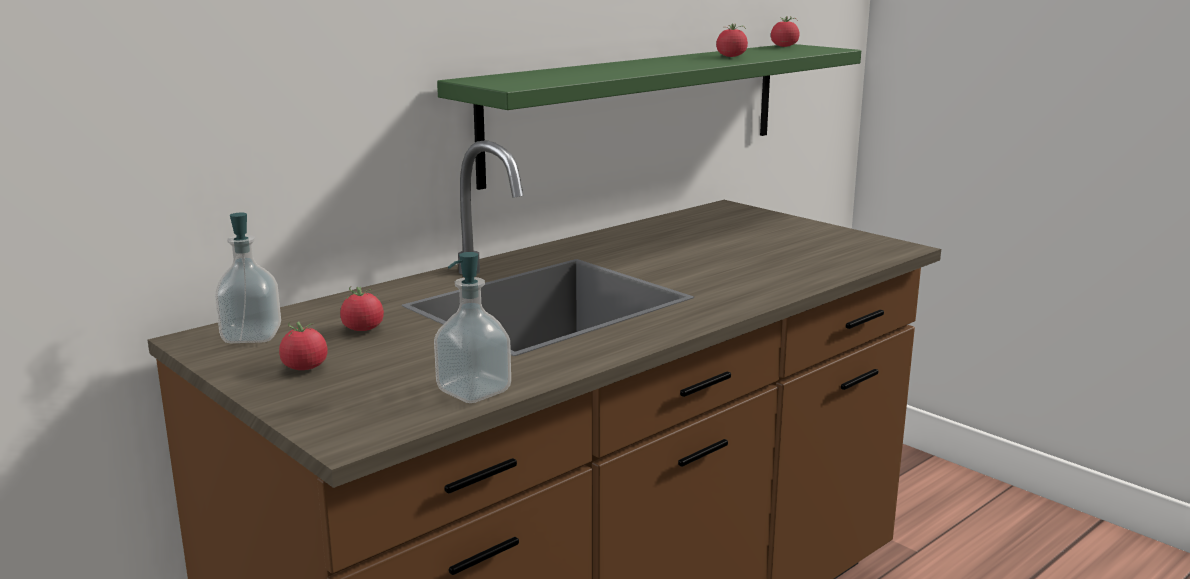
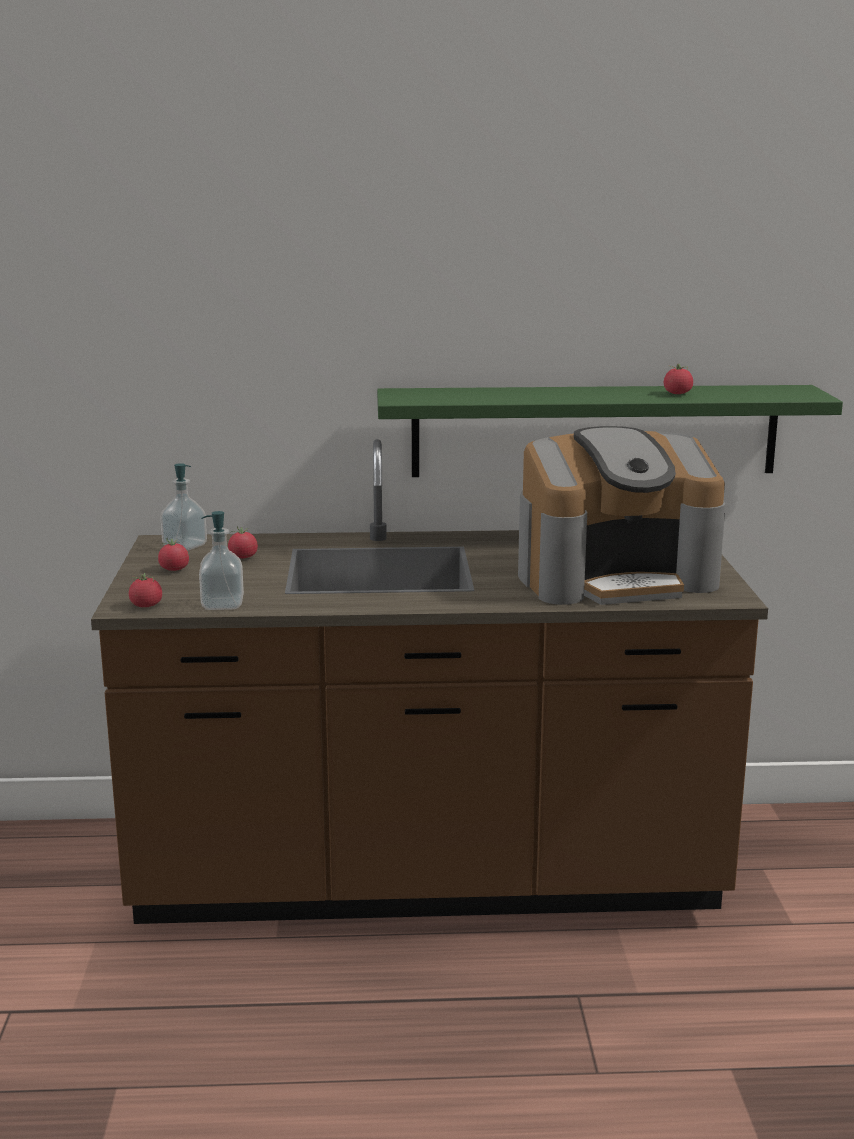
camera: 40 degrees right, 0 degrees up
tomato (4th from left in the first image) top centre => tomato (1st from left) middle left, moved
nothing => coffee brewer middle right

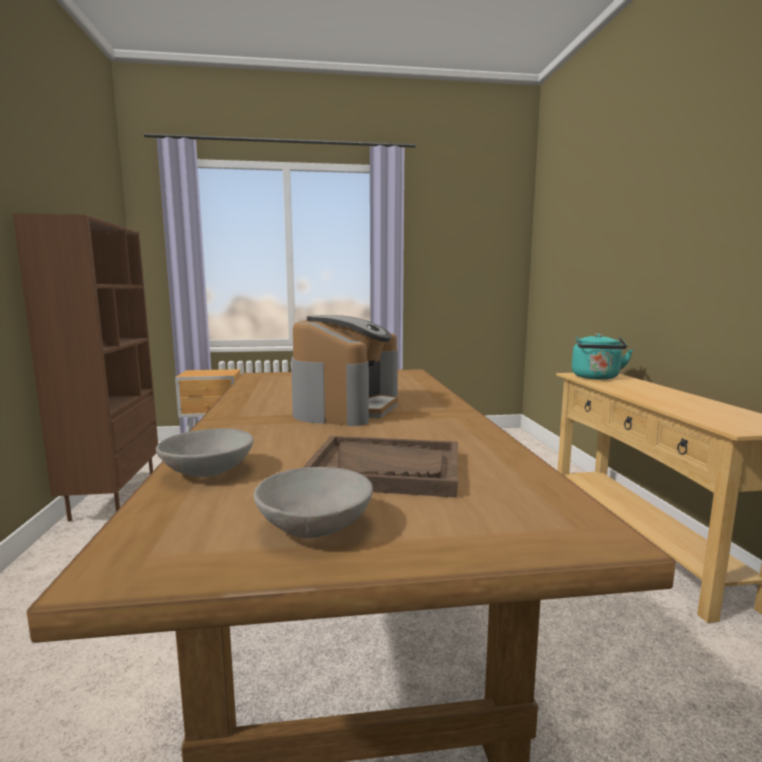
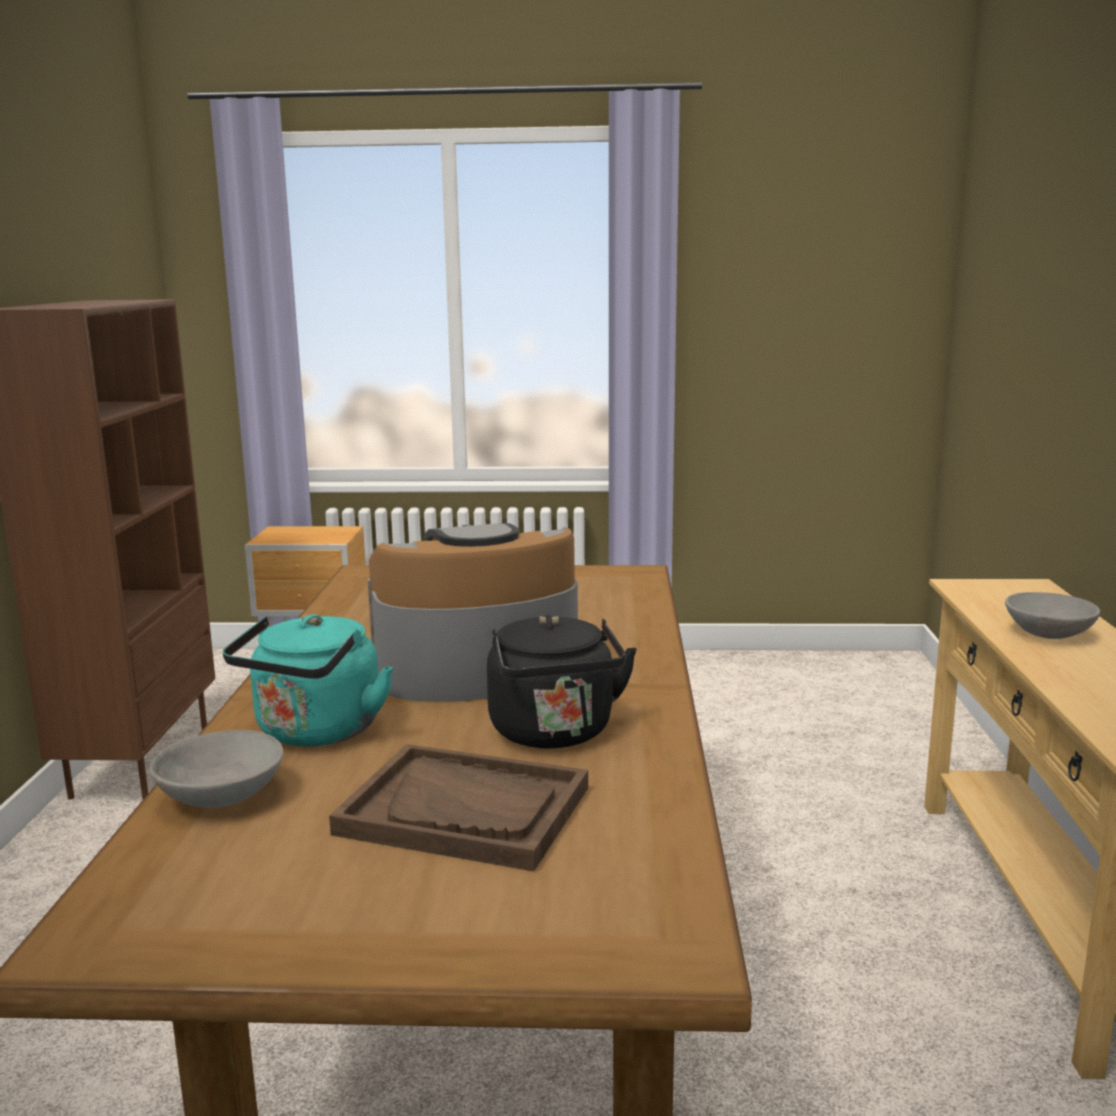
camera: 10 degrees right, 5 degrees up
water kettle in blue-green middle right => water kettle in blue-green middle left, moved
coffee brewer centre, 135 degrees counterclockwise
nothing => water kettle in black-coloured centre
bowl in grey (2nd from left) centre => bowl in grey (2nd from left) middle right, moved

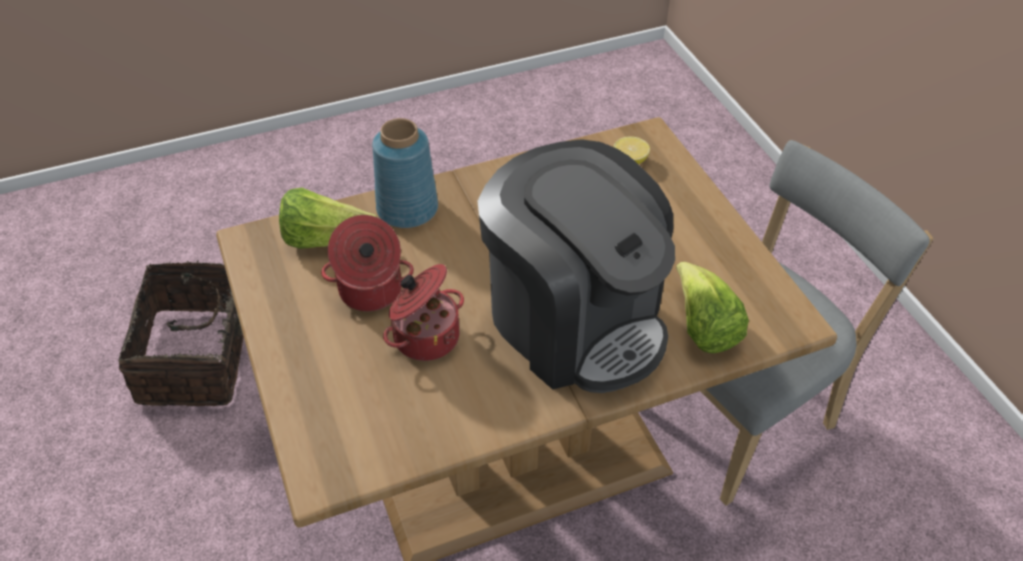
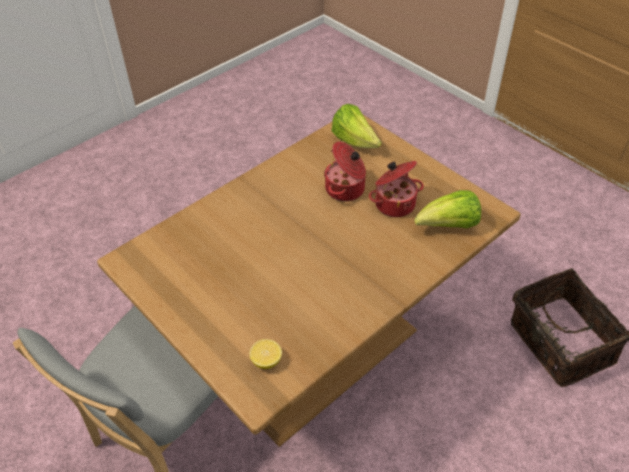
camera: 160 degrees right, 0 degrees up
lettuce head (2nd from left in the first image) middle right => lettuce head (1st from left) top centre, moved
decorative vase in bluish top centre => nothing
coffee brewer centre => nothing

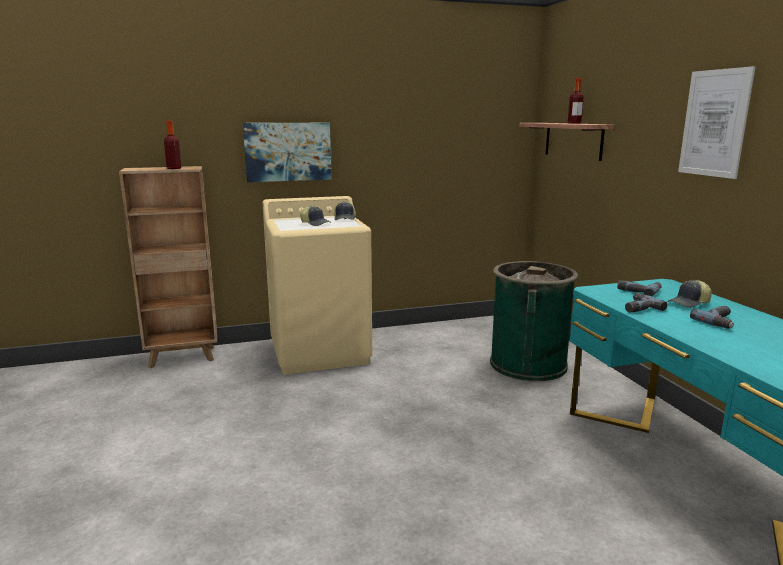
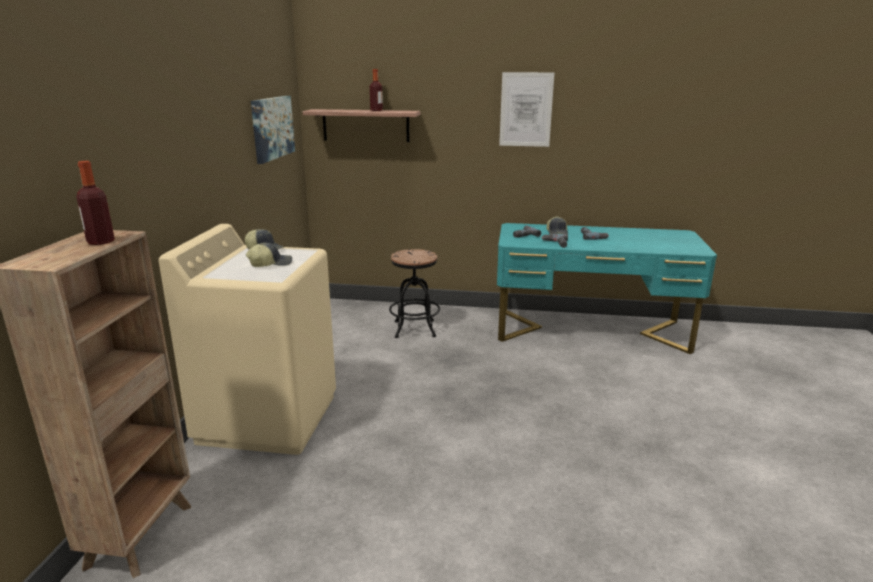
camera: 65 degrees left, 5 degrees up
picture (1st from left) top centre => picture (1st from left) top left, moved
trash can in green middle right => sitting stool in black-coloured centre

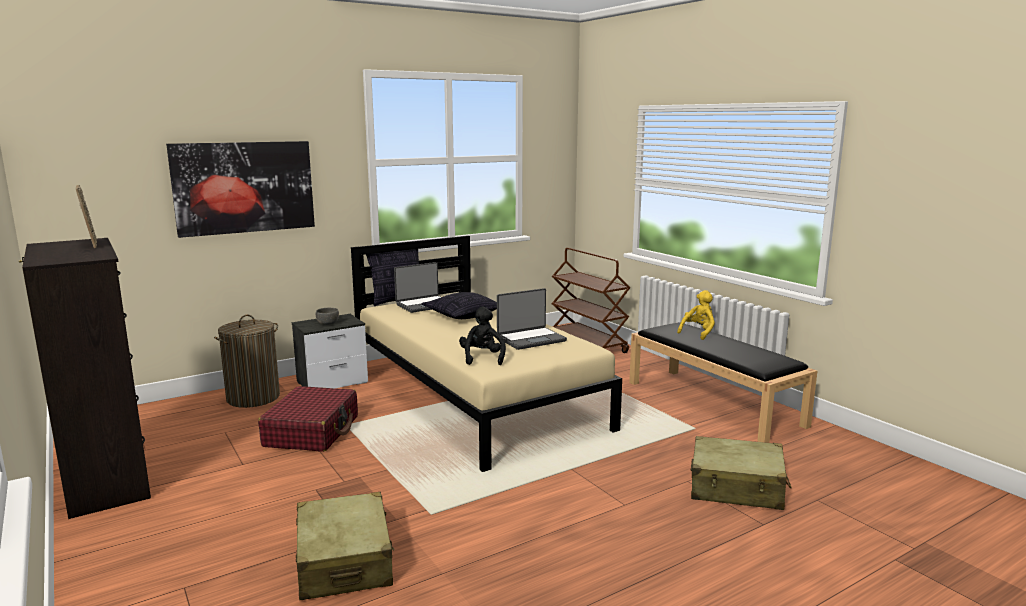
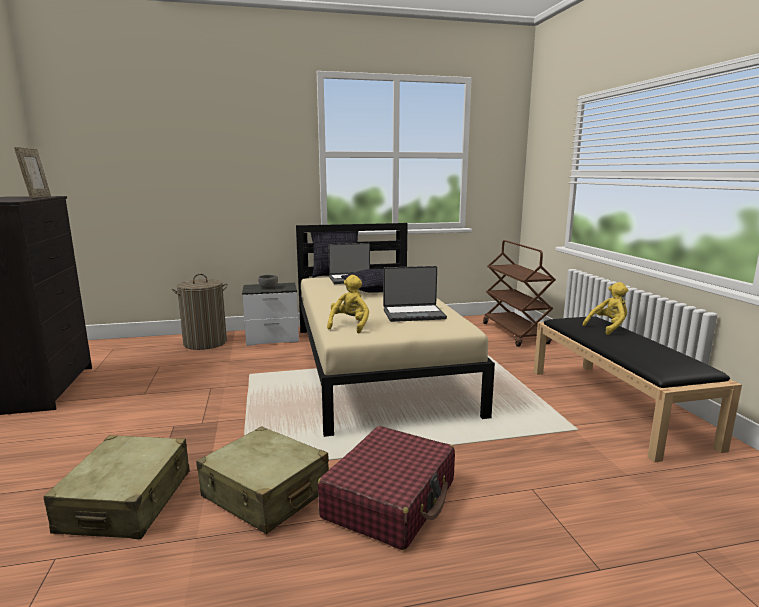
camera: 20 degrees right, 0 degrees up
travel case in beige-coloured (2nd from left) bottom right => travel case in beige-coloured (2nd from left) bottom centre, moved
travel case in red bottom left => travel case in red bottom centre, moved
cuddly toy in black-coloured centre => cuddly toy in yellowish (1st from left) centre
picture top left => nothing

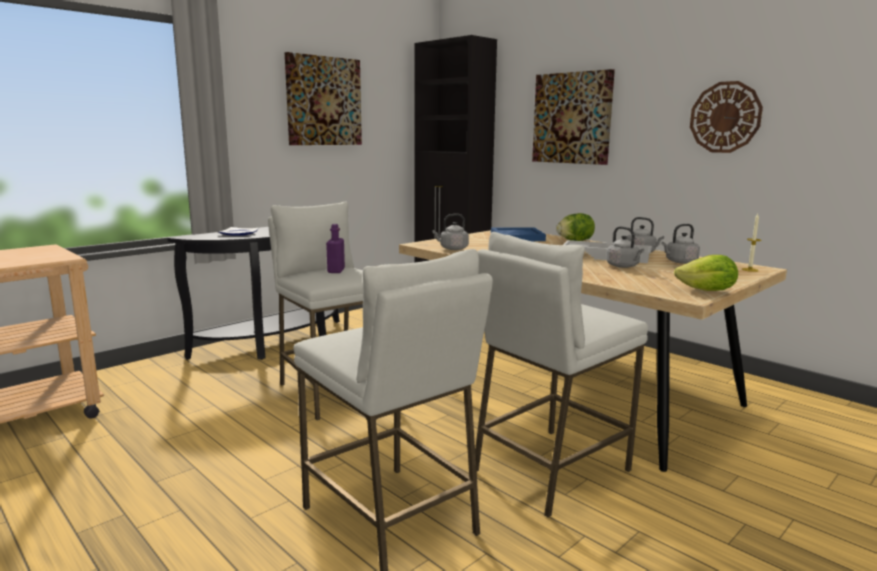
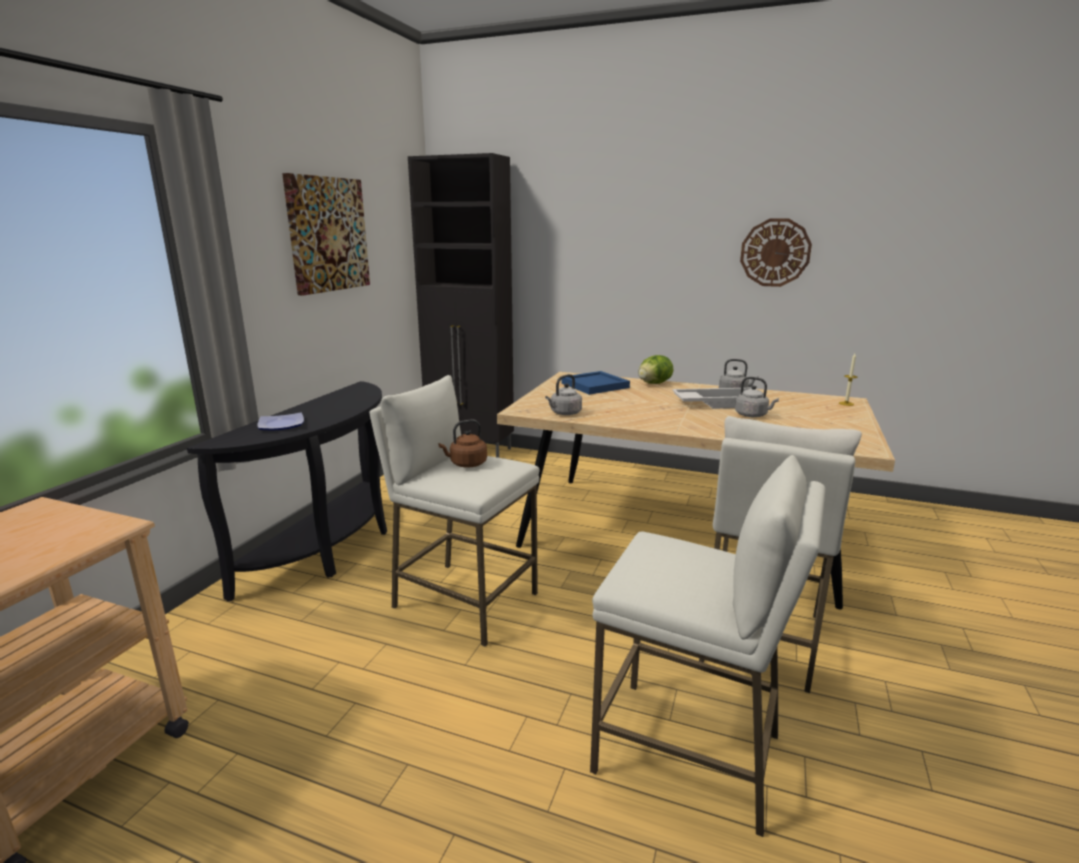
camera: 25 degrees left, 5 degrees up
beverage bottle in purple centre => water kettle in brownish centre
picture (2nd from left) top centre => nothing
water kettle in grey (4th from left) middle right => nothing
lettuce head (2nd from left) middle right => nothing

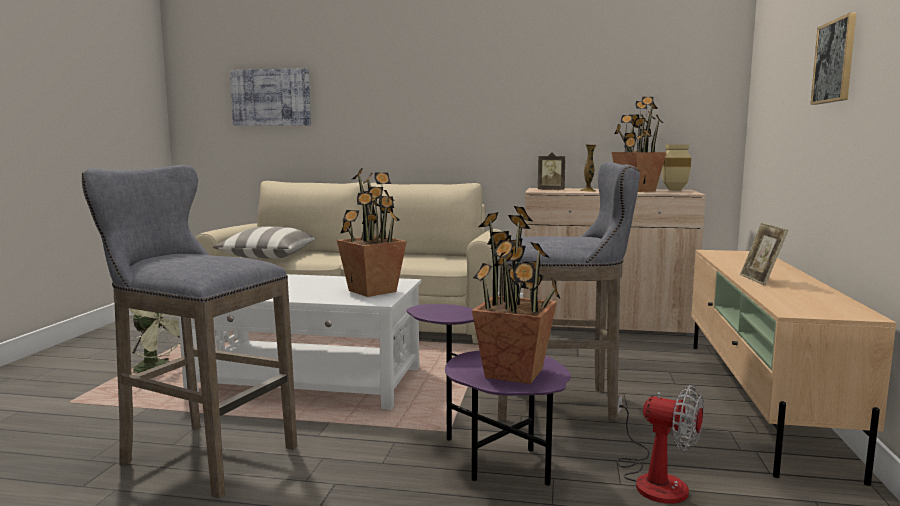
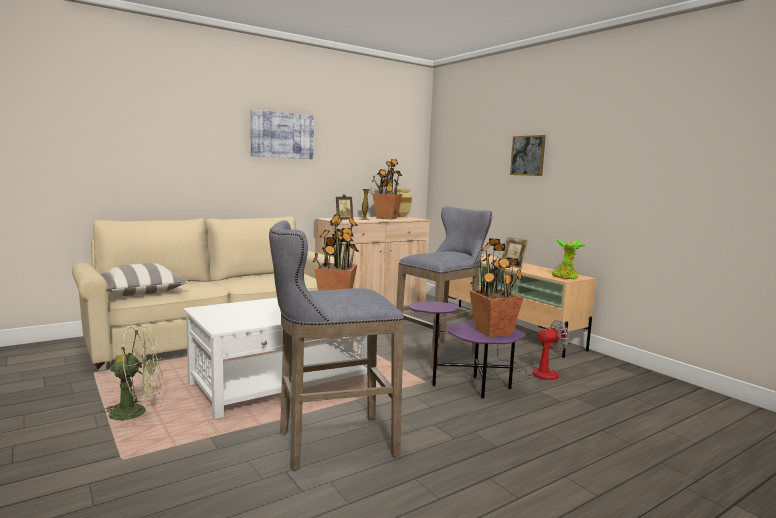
camera: 45 degrees left, 0 degrees up
picture (1st from left) top left => picture (1st from left) top centre, moved
nothing => potted plant (4th from left) middle right

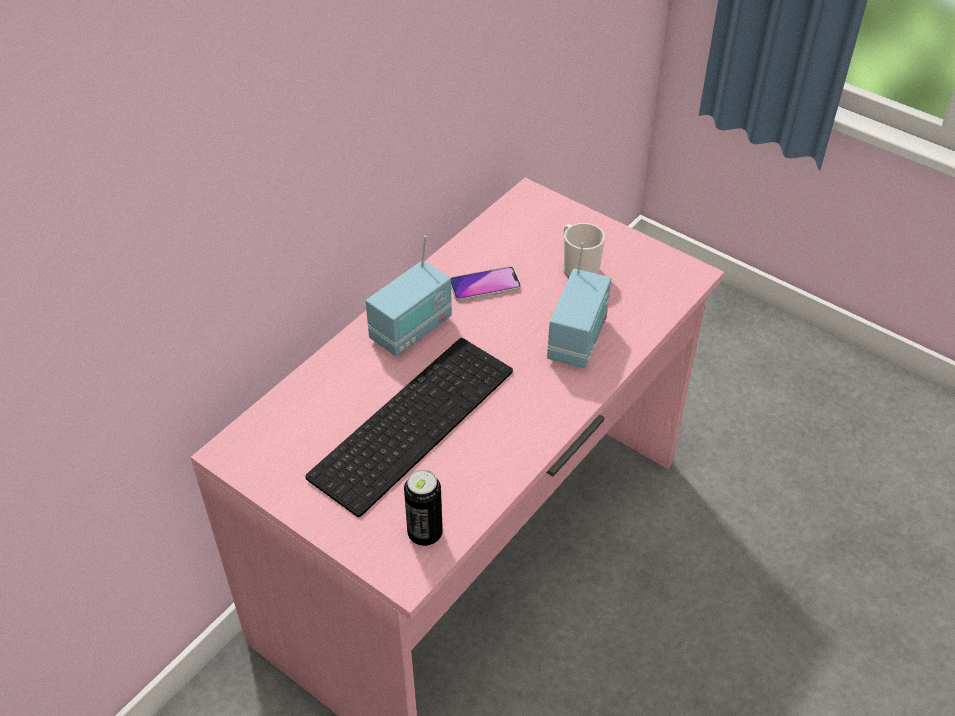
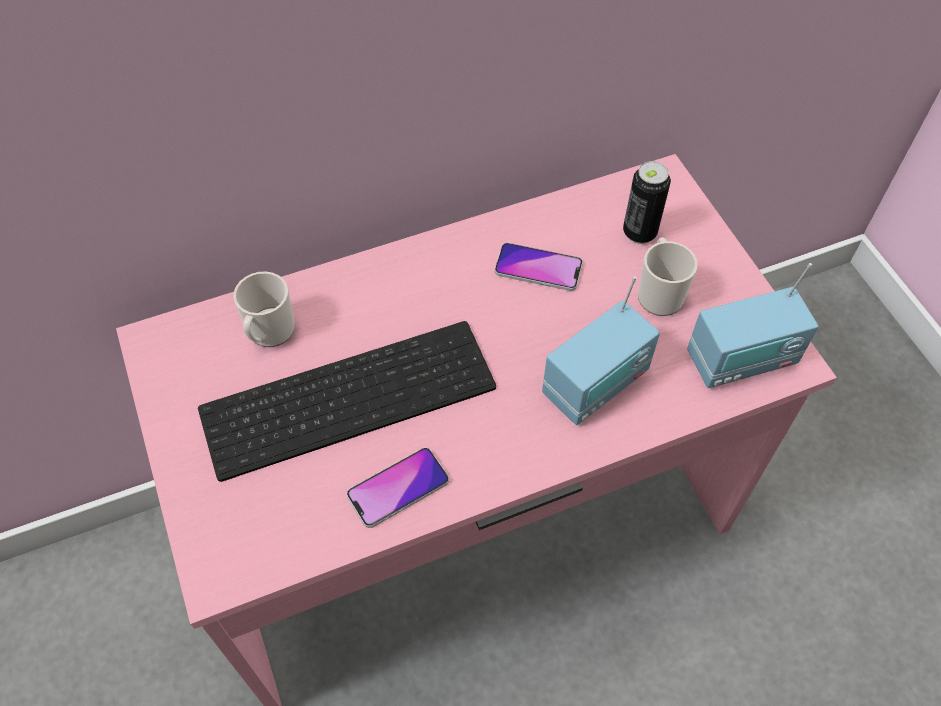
camera: 30 degrees right, 10 degrees up
nothing => mug (1st from left) middle left
nothing => phone (1st from left) bottom centre
can bottom centre => can top right, moved
radio (1st from left in the first image) centre => radio (2nd from left) middle right, moved

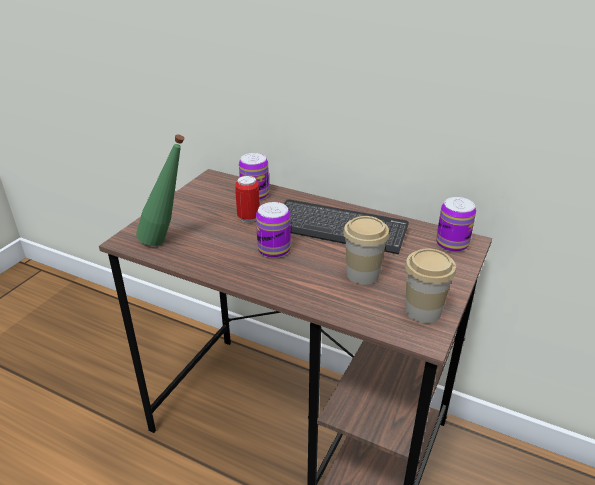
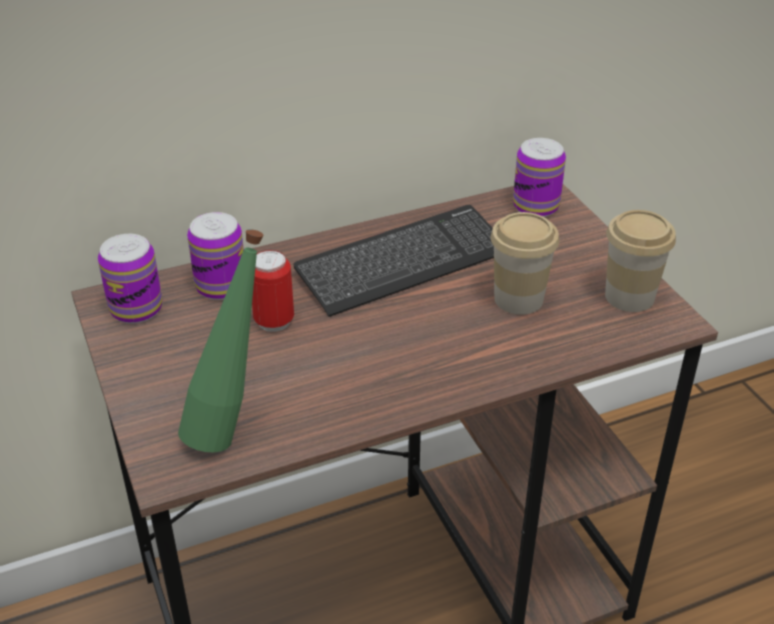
camera: 50 degrees left, 5 degrees up
can (3rd from left in the first image) centre => can (1st from left) middle left, moved

